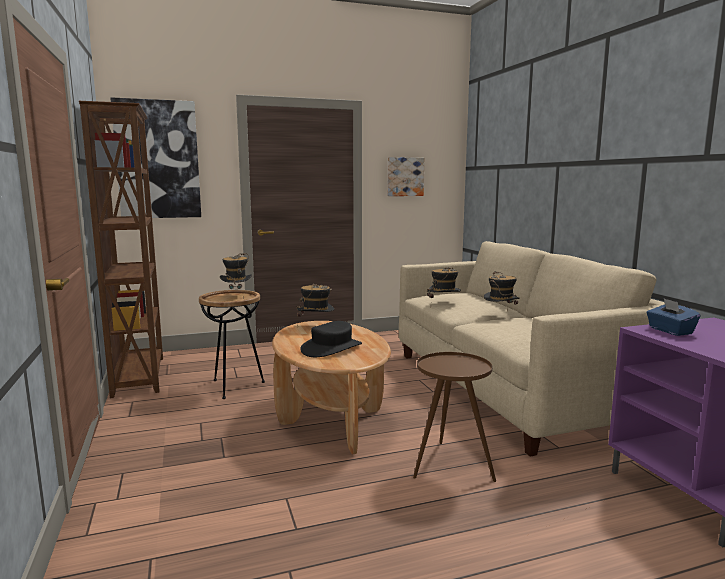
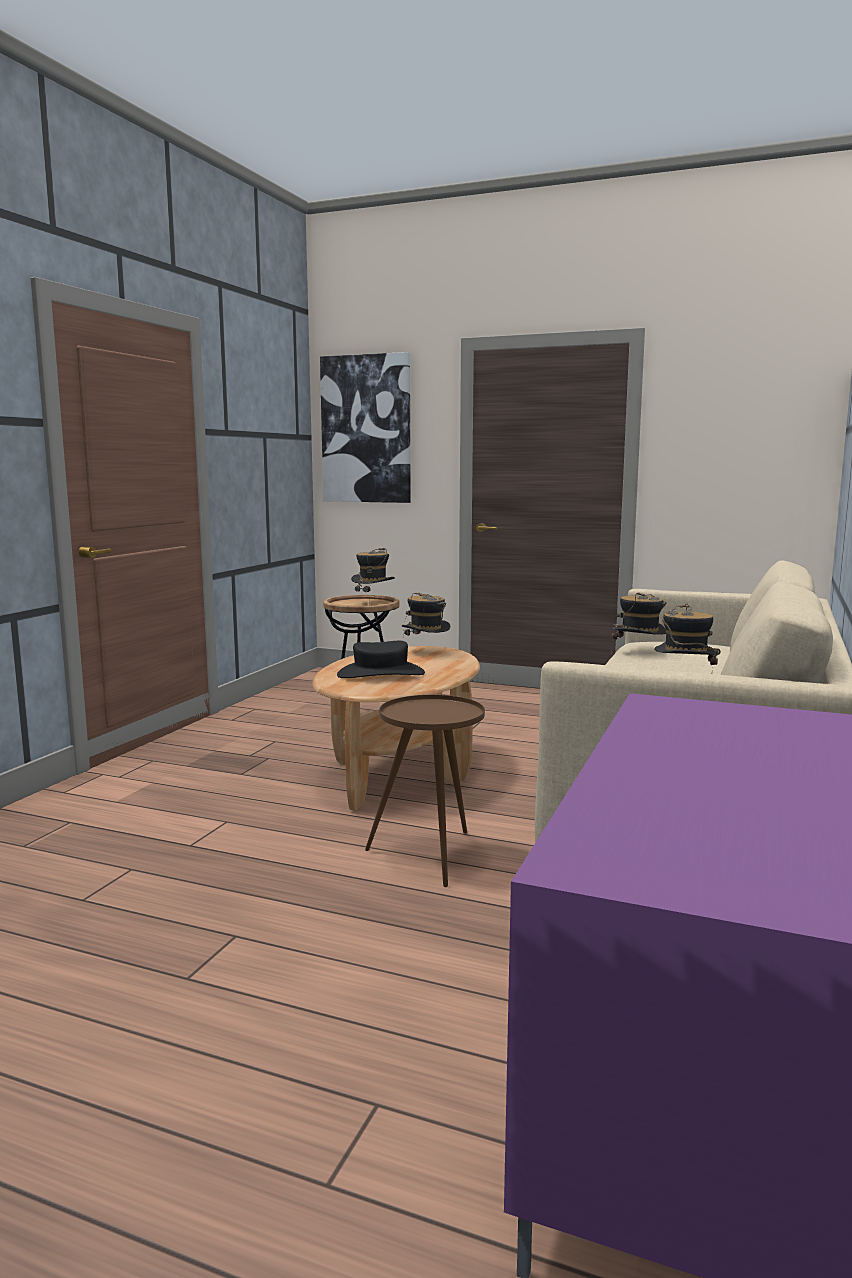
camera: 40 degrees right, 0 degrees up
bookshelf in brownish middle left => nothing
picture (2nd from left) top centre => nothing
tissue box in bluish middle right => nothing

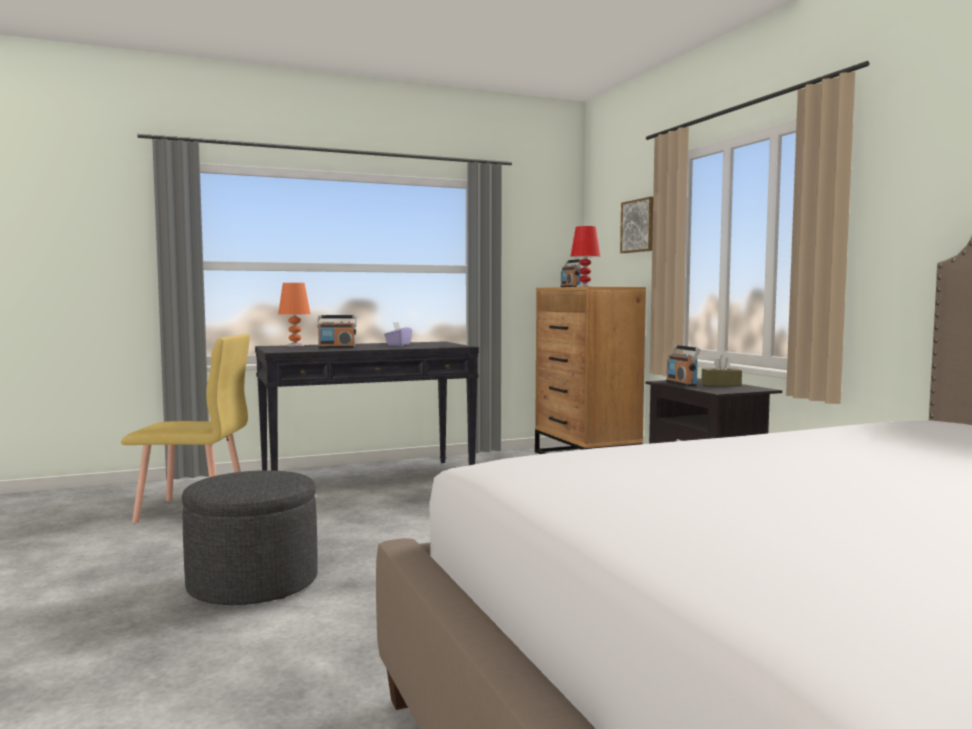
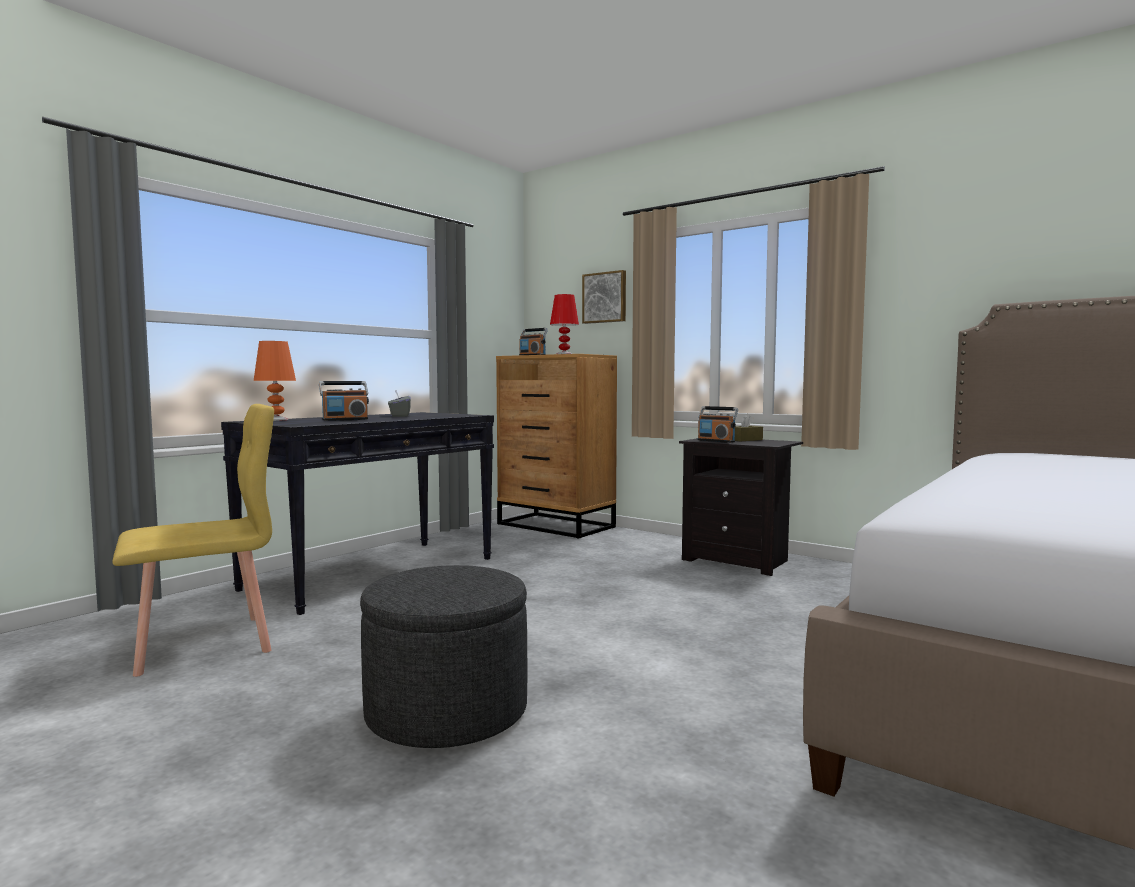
camera: 30 degrees left, 0 degrees up
tissue box in purple centre => tissue box in grey centre

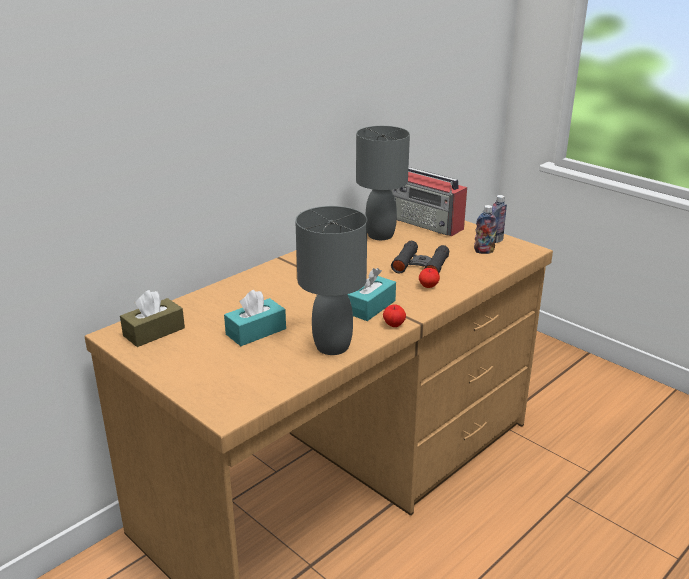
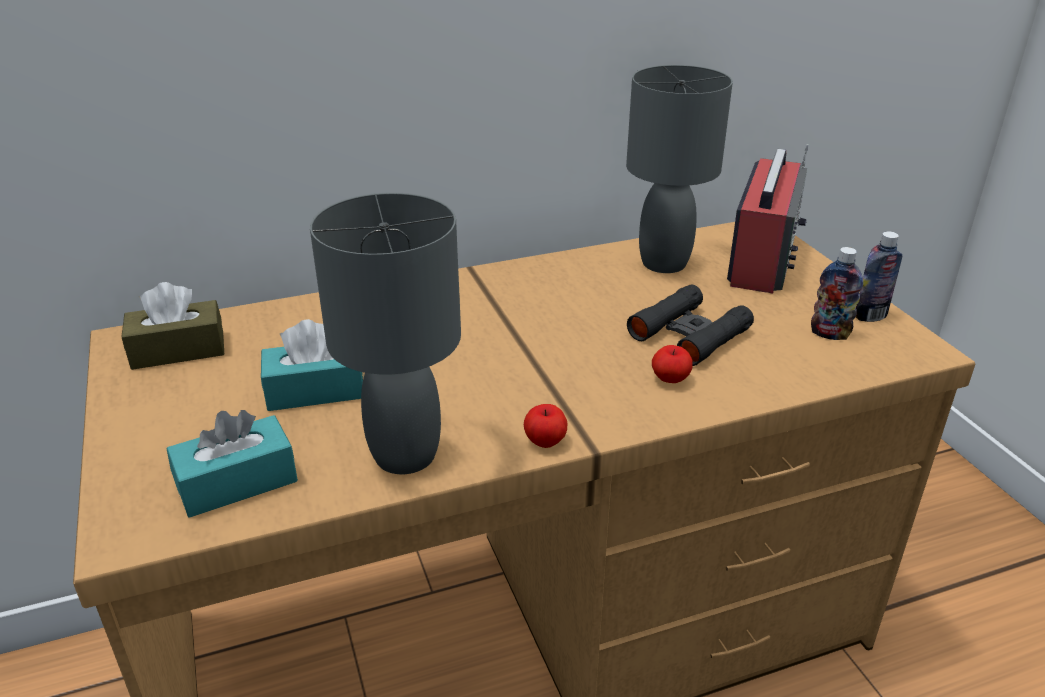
camera: 25 degrees right, 5 degrees up
tissue box in blue-green (2nd from left in the first image) centre => tissue box in blue-green (1st from left) middle left, moved
radio centre => radio top right, 135 degrees counterclockwise

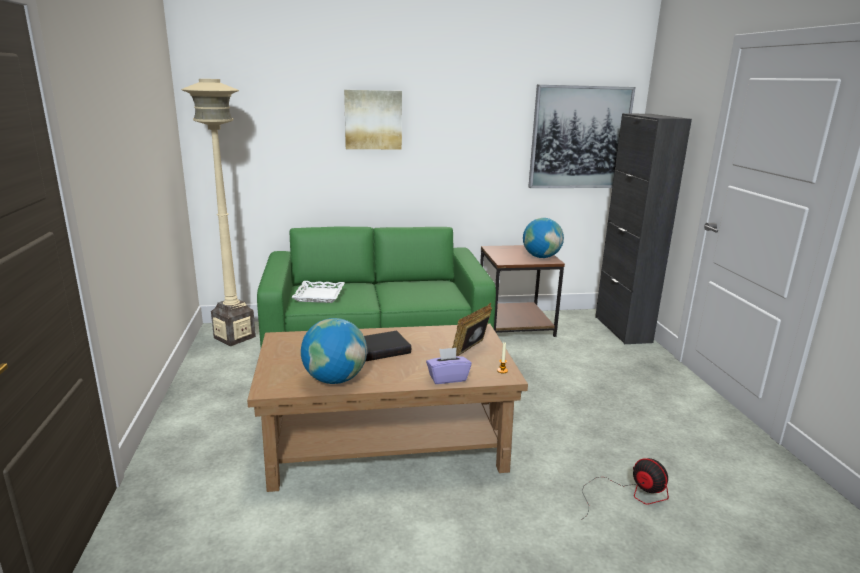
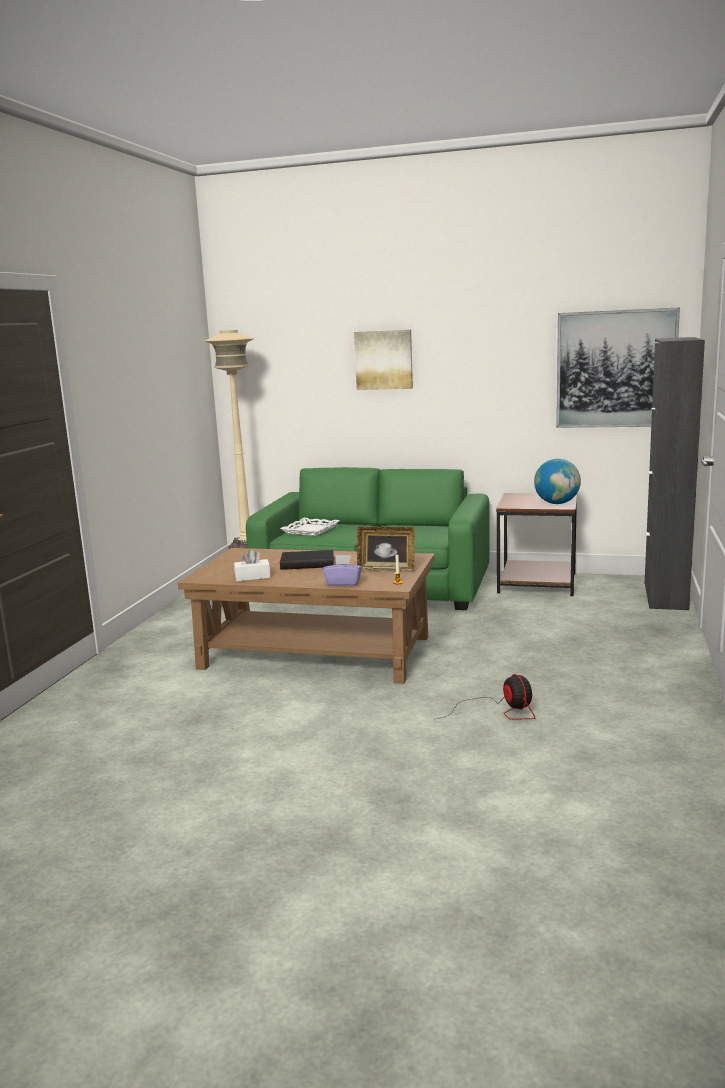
camera: 25 degrees right, 5 degrees down
world globe (1st from left) centre => tissue box in white centre
photo frame centre, 135 degrees counterclockwise

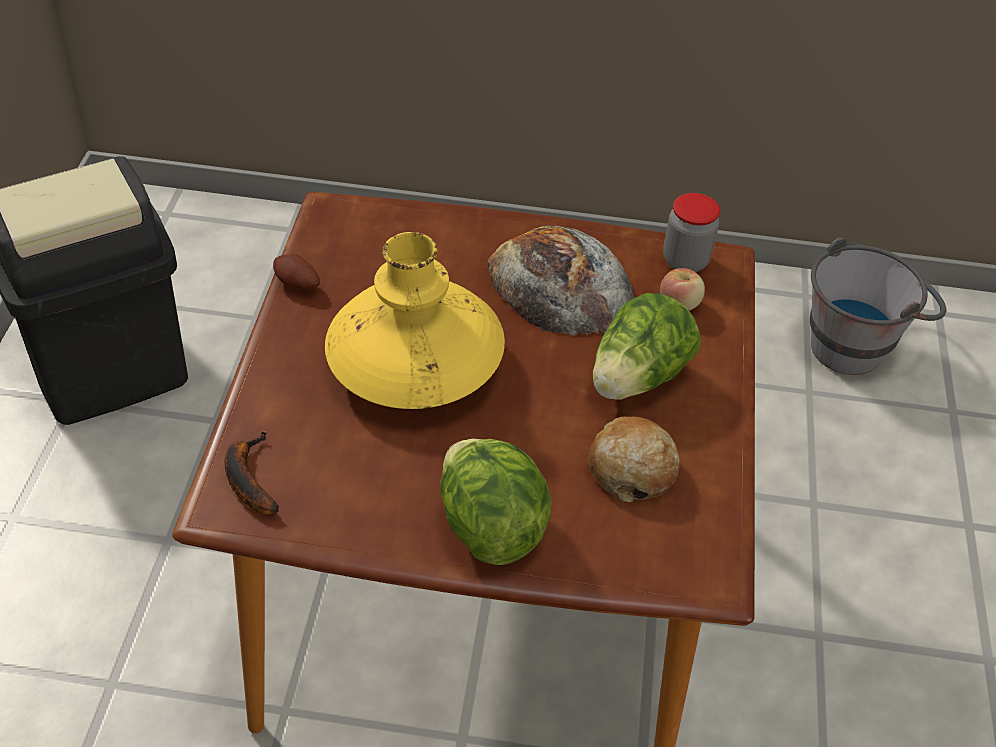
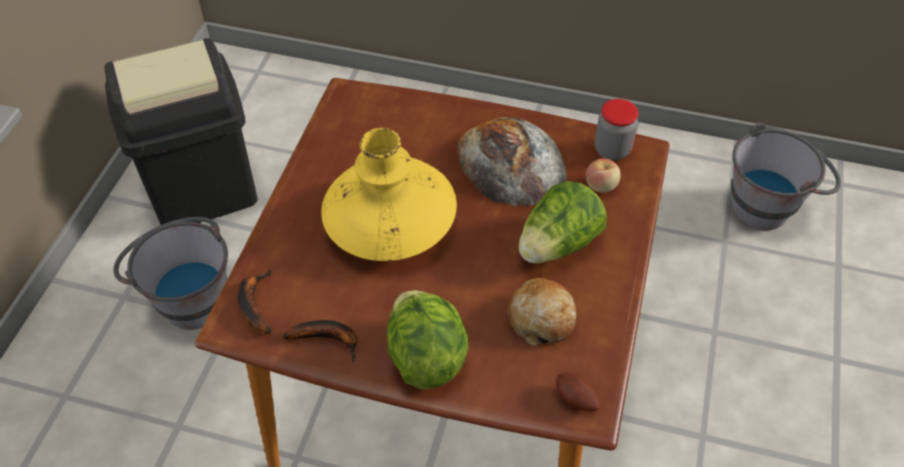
camera: 10 degrees right, 5 degrees up
nothing => water bucket in grey (1st from left) middle left
nothing => banana fruit (2nd from left) bottom centre
whole potato middle left => whole potato bottom centre, moved

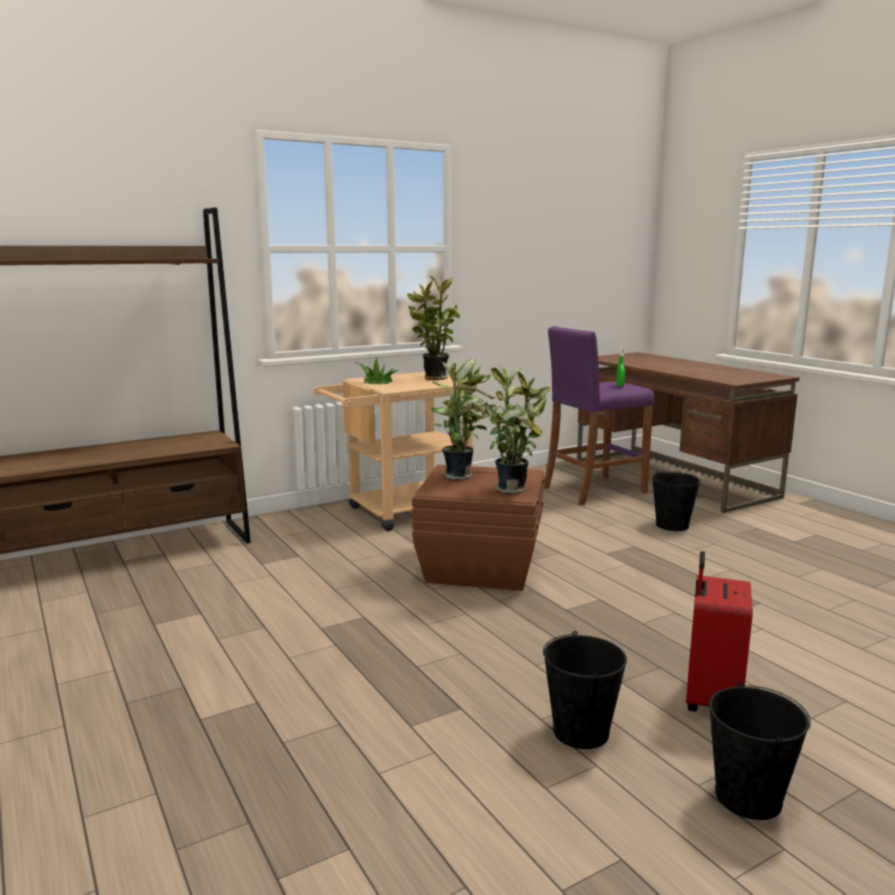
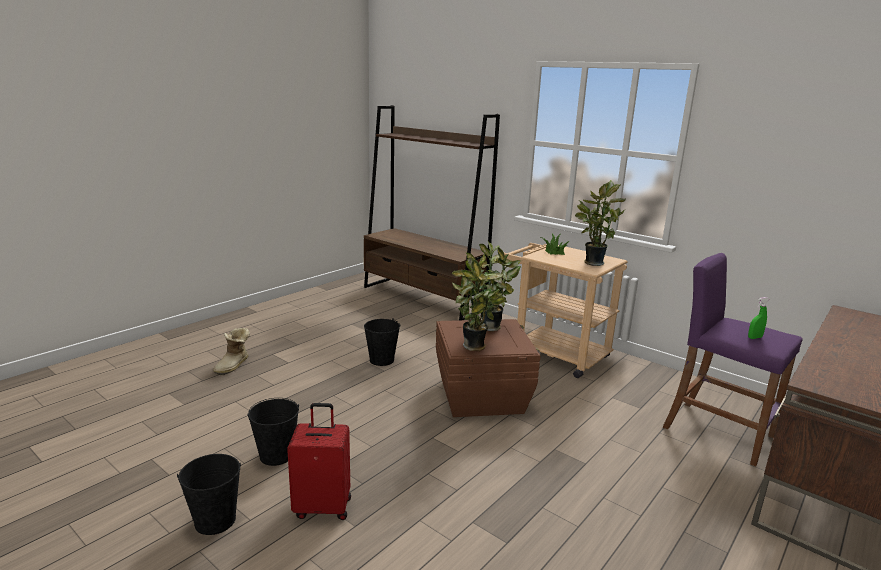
camera: 70 degrees right, 5 degrees up
nothing => boot middle left
water bucket in black-coloured (2nd from left in the first image) middle right => water bucket in black-coloured (3rd from left) centre, moved

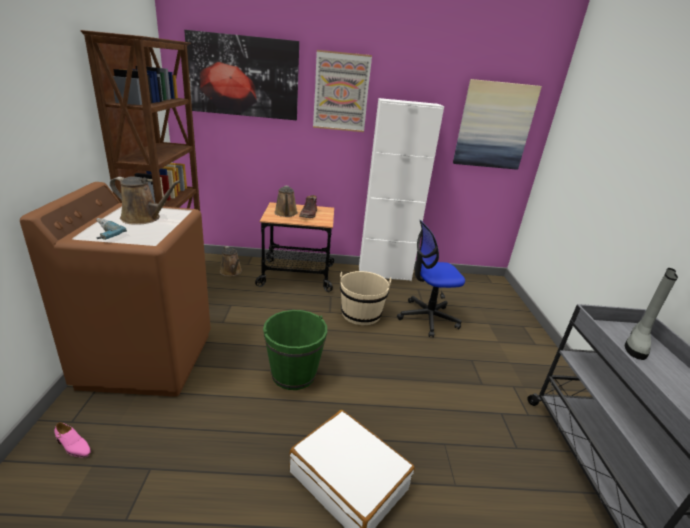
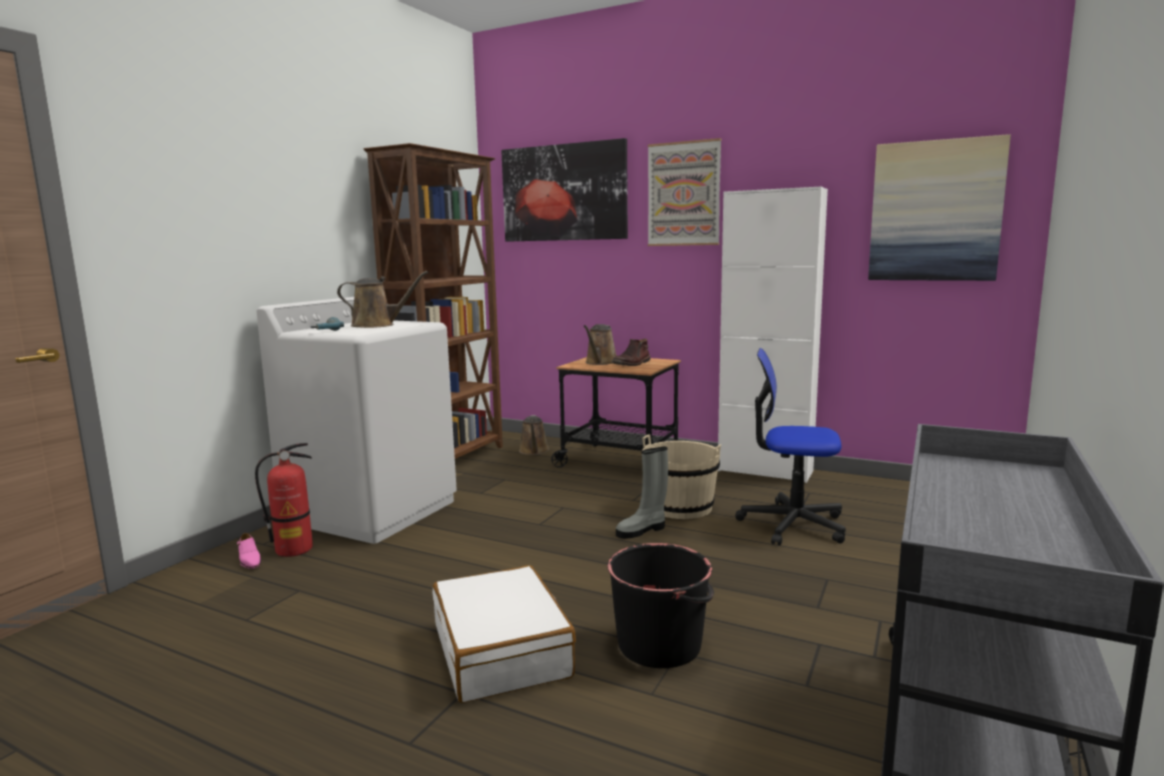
camera: 30 degrees right, 15 degrees down
nothing => fire-fighting cylinder middle left
laundry machine in brownish middle left => laundry machine in white middle left
sprinkling can in brownish (1st from left) middle left, 45 degrees counterclockwise
nothing => water bucket in black-coloured bottom centre
boot in grey middle right => boot in grey centre, moved
water bucket in green centre => nothing

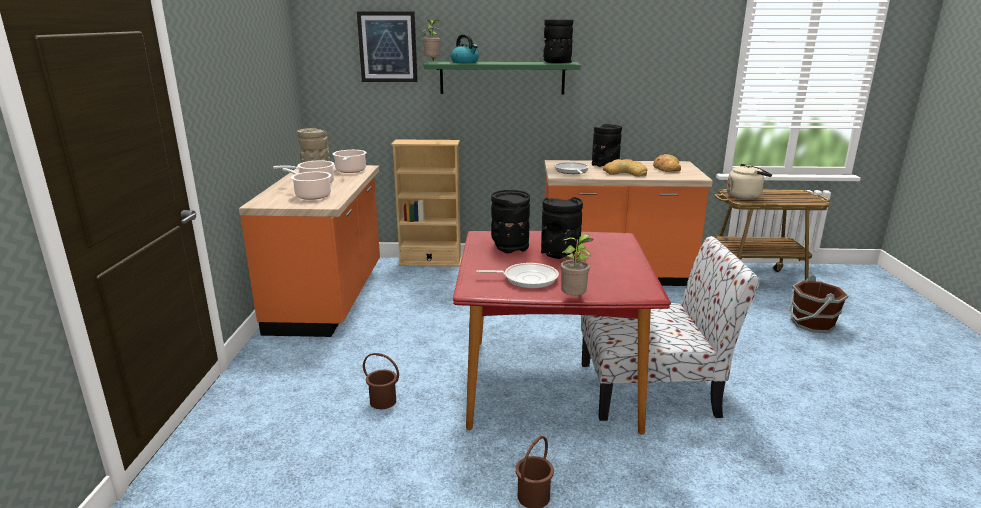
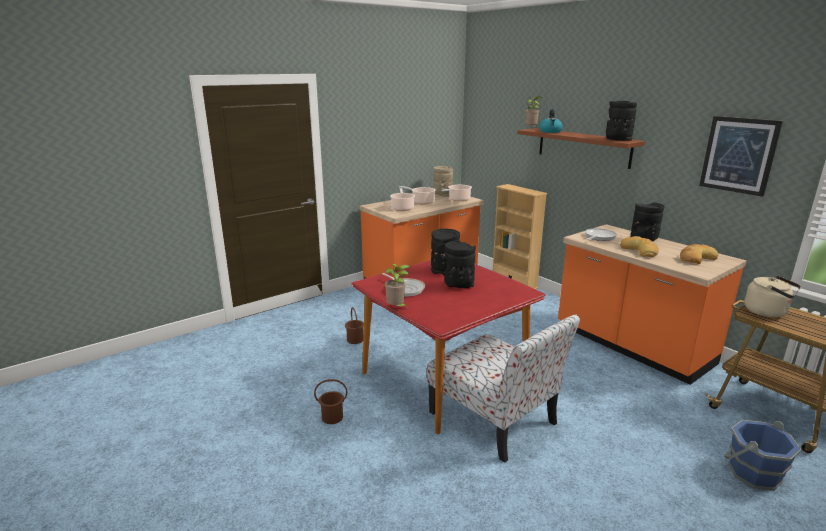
camera: 50 degrees right, 0 degrees up
bracket shelf in green top centre => bracket shelf in brownish top right
picture top centre => picture top right, moved
water bucket in brownish (3rd from left) middle right => water bucket in bluish bottom right

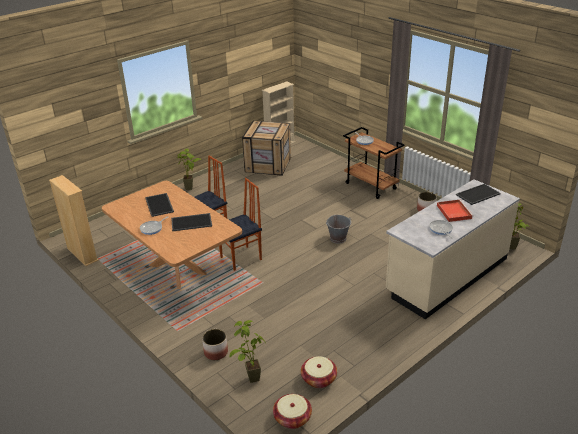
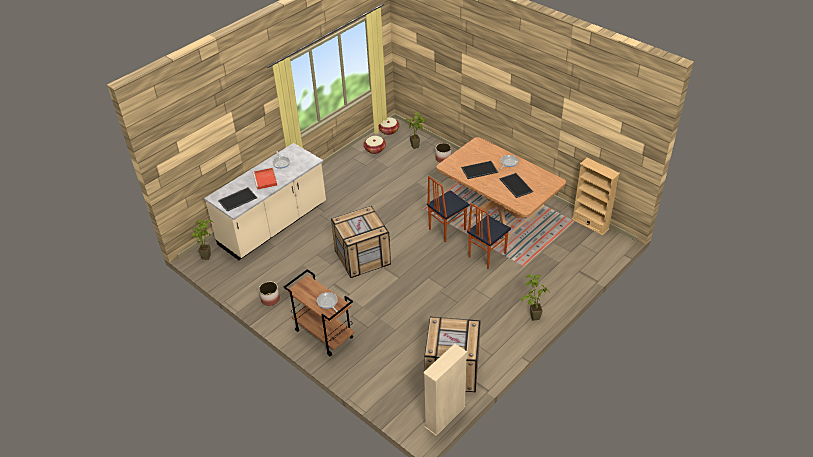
camera: 175 degrees right, 10 degrees up
water bucket in grey centre => packing crate (1st from left) centre

